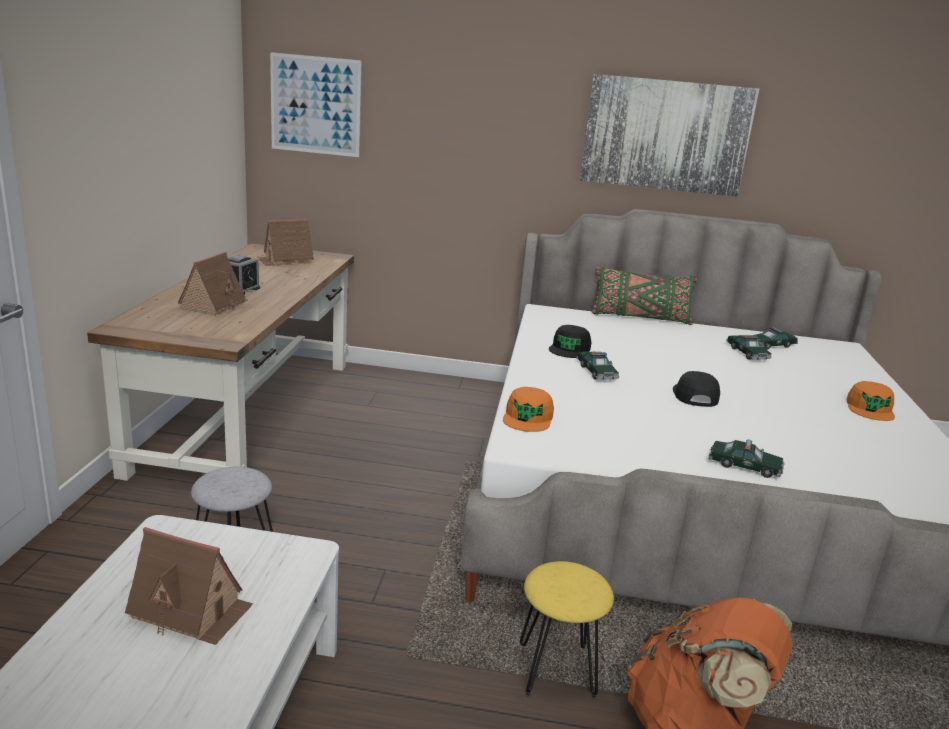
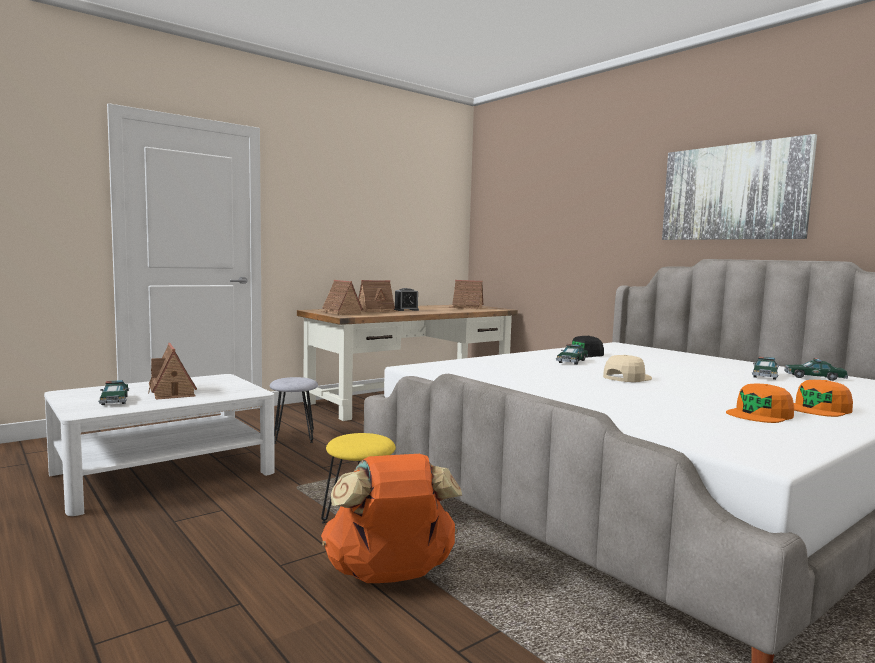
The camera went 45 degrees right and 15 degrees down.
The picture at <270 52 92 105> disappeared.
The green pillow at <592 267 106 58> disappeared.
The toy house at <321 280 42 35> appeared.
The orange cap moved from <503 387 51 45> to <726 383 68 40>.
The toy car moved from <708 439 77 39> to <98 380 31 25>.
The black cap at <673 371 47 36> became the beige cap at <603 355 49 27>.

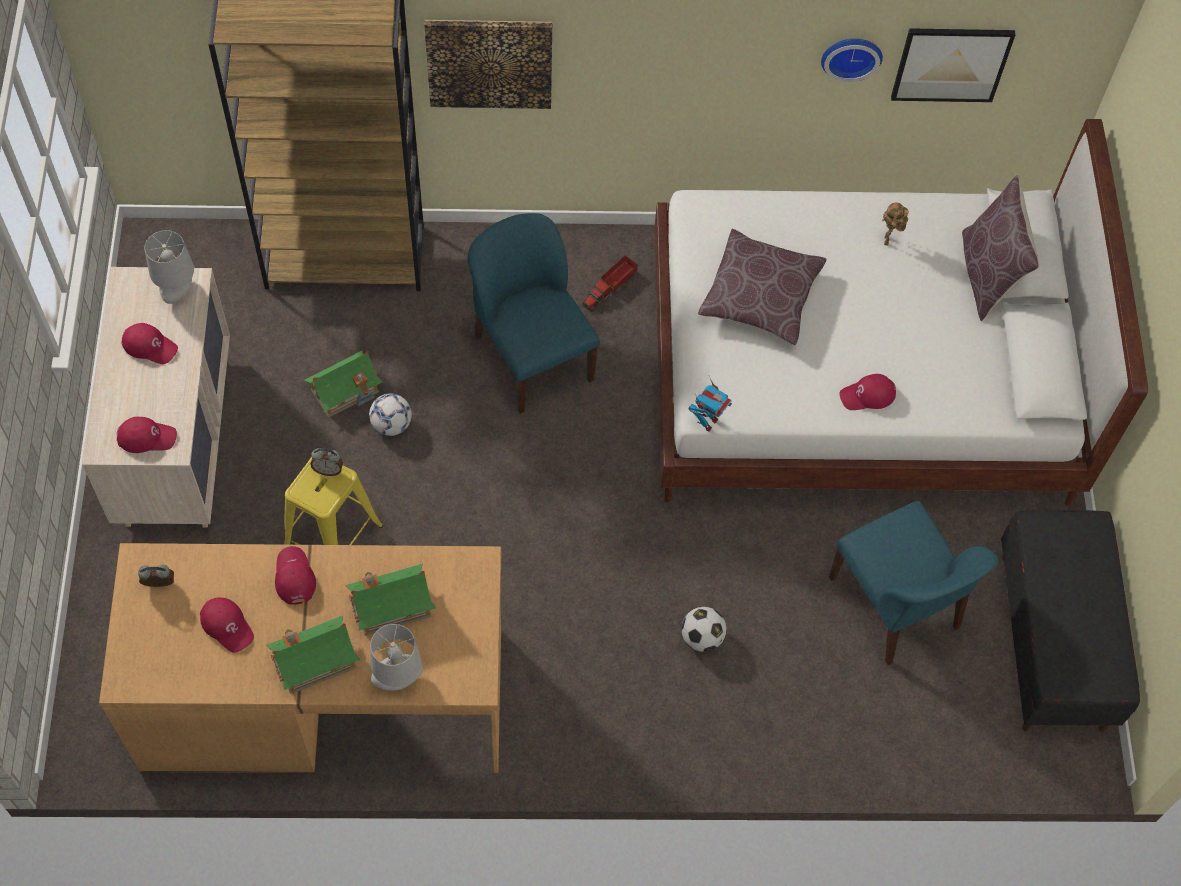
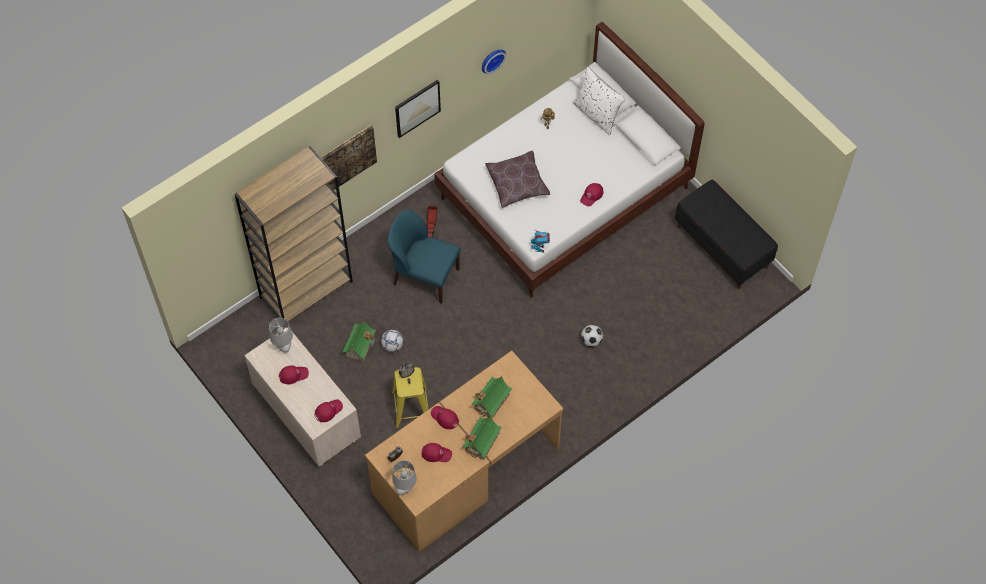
The camera went 35 degrees left and 0 degrees up.
The blue chair at <829 501 170 164> disappeared.
The grey table lamp moved from <370 624 53 67> to <392 460 25 35>.
The picture moved from <891 28 125 74> to <395 80 46 58>.
The brown pillow at <962 175 77 146> became the white pillow at <573 66 53 69>.

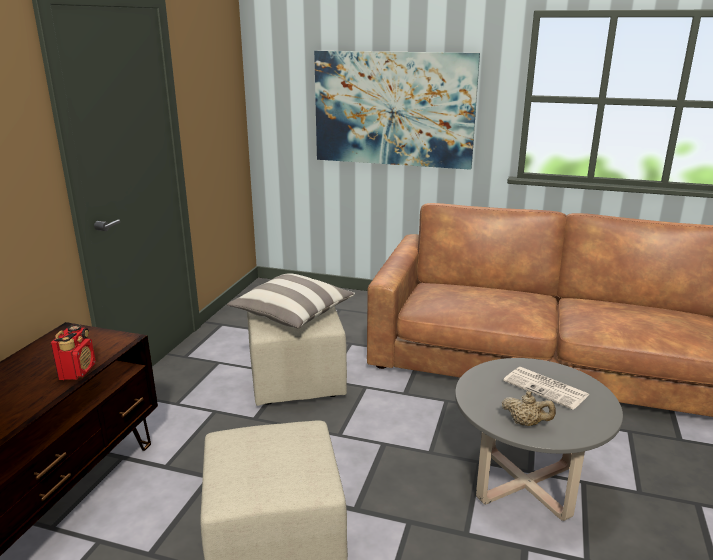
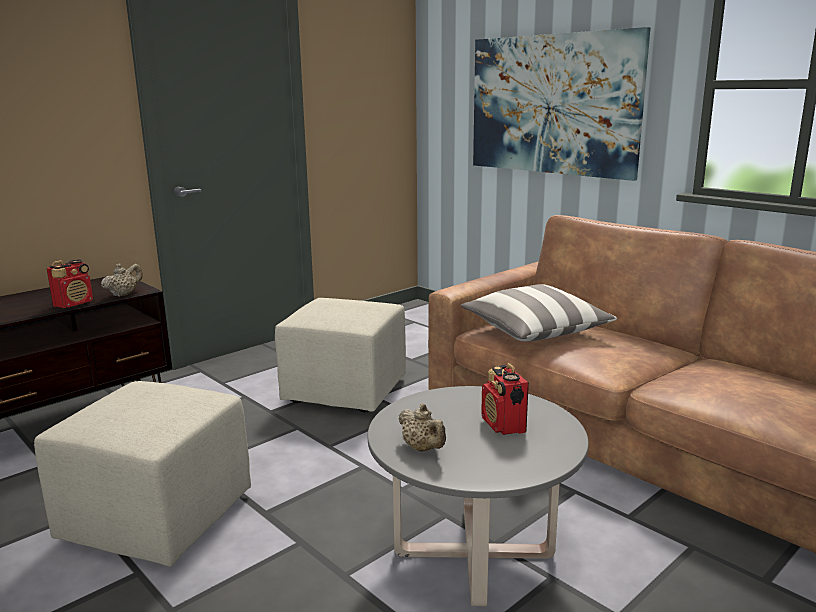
The camera went 30 degrees right and 5 degrees down.
The beige teapot at <101 263 42 34> appeared.
The pillow moved from <227 273 128 56> to <461 284 156 58>.
The newspaper at <503 367 86 43> was replaced by the radio at <481 363 48 72>.

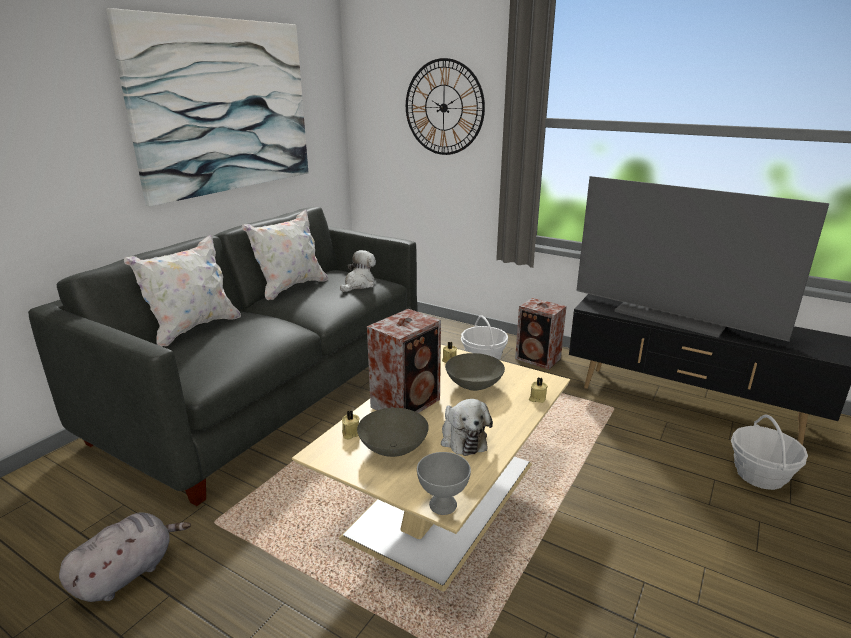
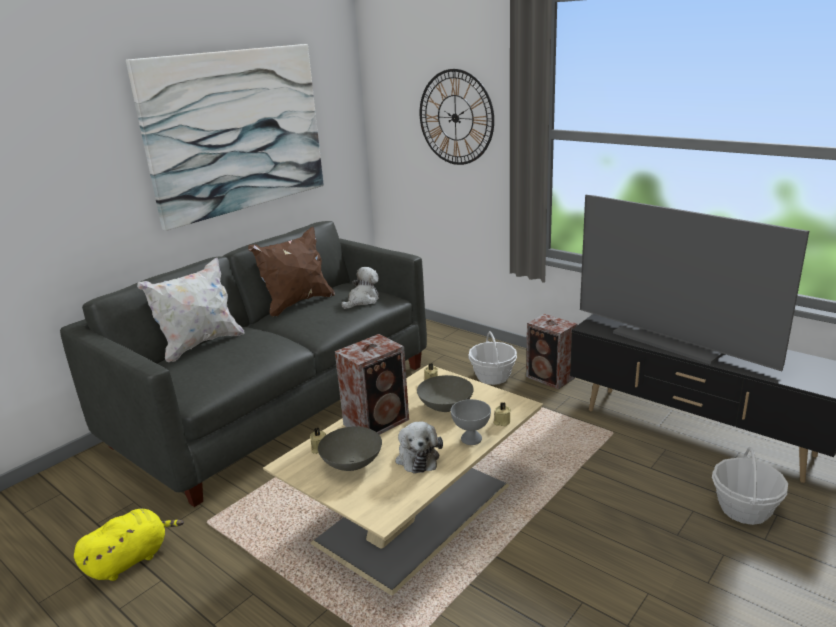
The camera went 10 degrees right and 0 degrees up.
The grey bowl moved from <417 452 54 63> to <451 399 40 46>.
The grey plush toy at <59 512 132 90> became the yellow plush toy at <74 508 110 73>.
The white pillow at <242 209 86 91> became the brown pillow at <248 227 87 90>.

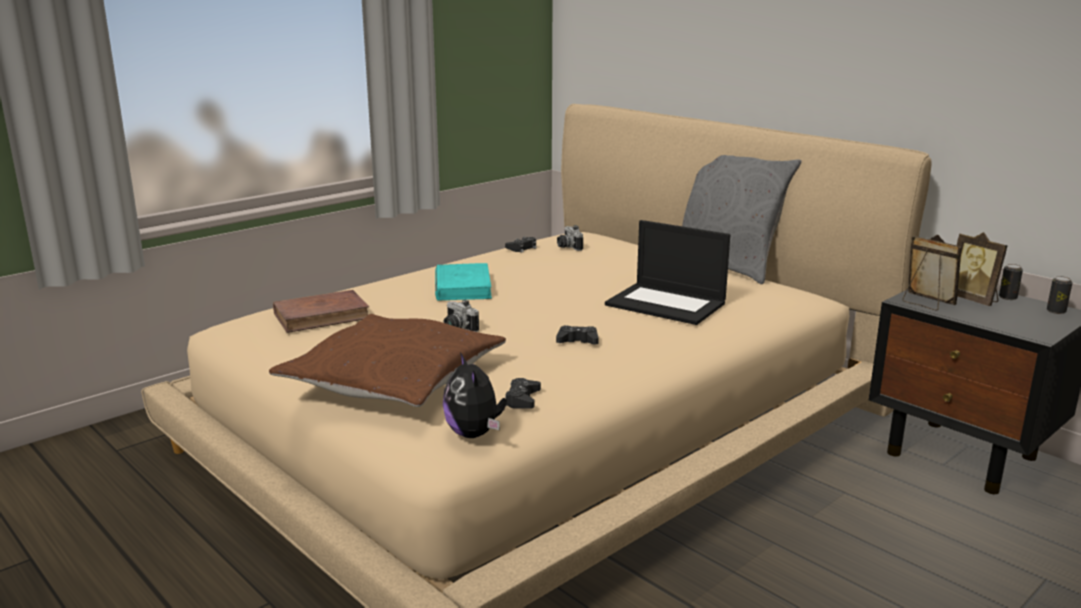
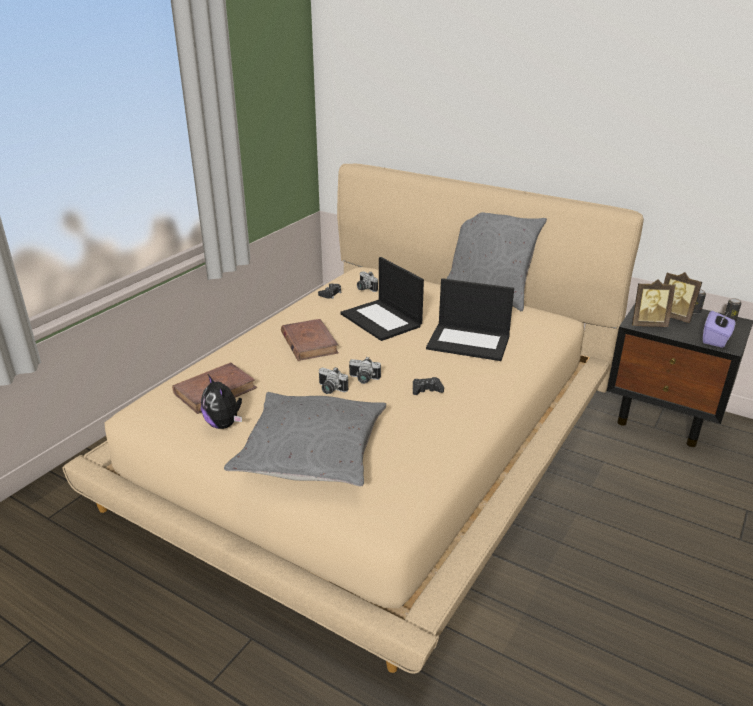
The camera went 15 degrees left and 10 degrees up.
The black game controller at <505 378 36 31> disappeared.
The laptop at <340 257 84 84> appeared.
The photo camera at <349 357 32 27> appeared.
The purple tissue box at <703 310 32 38> appeared.
The plush toy moved from <443 352 64 86> to <201 375 41 54>.
The brown pillow at <269 314 237 93> became the grey pillow at <224 392 162 95>.
The turquoise book at <435 263 57 38> became the brown book at <281 319 58 42>.
The picture frame at <902 235 60 75> turned 150 degrees clockwise.

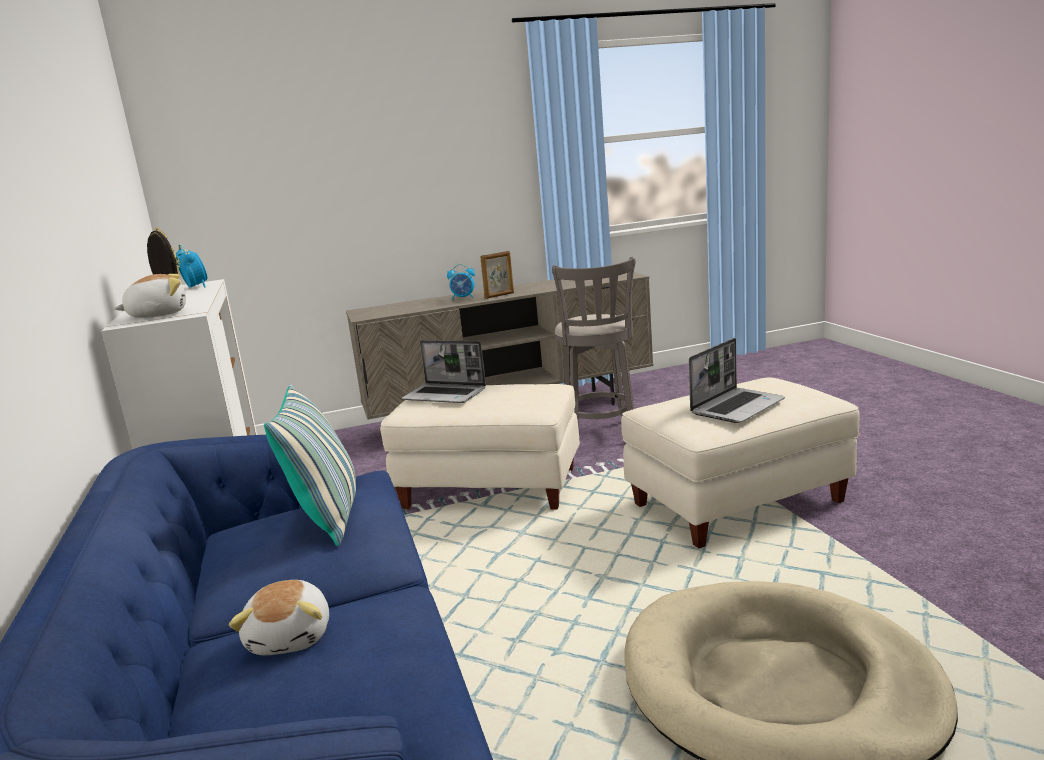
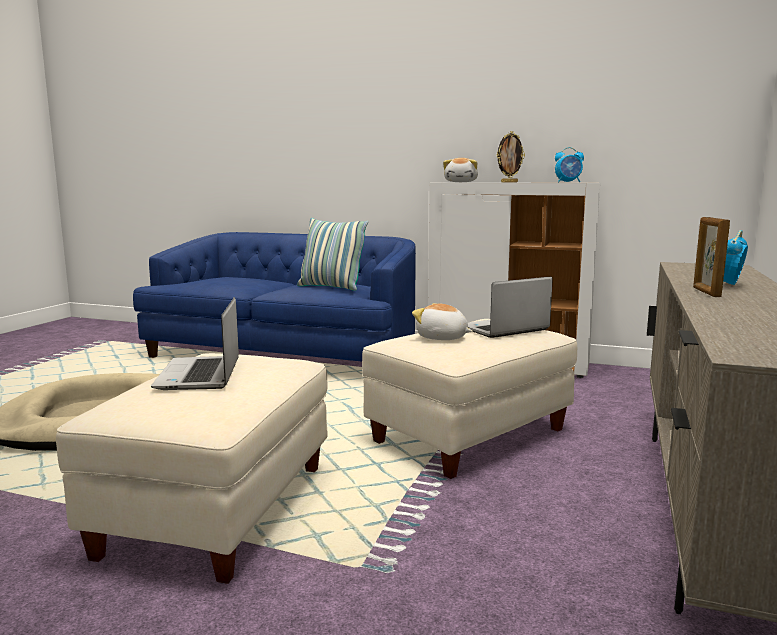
The camera went 125 degrees right and 5 degrees down.
The grey stool at <552 257 84 172> disappeared.
The plush toy moved from <229 580 100 75> to <412 303 60 37>.

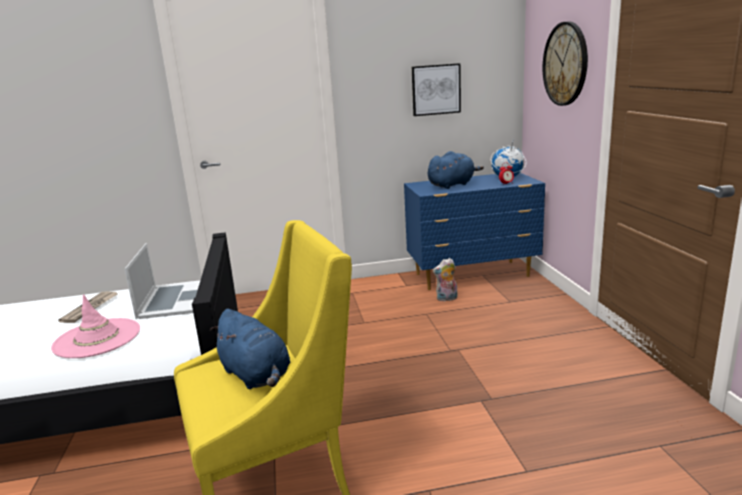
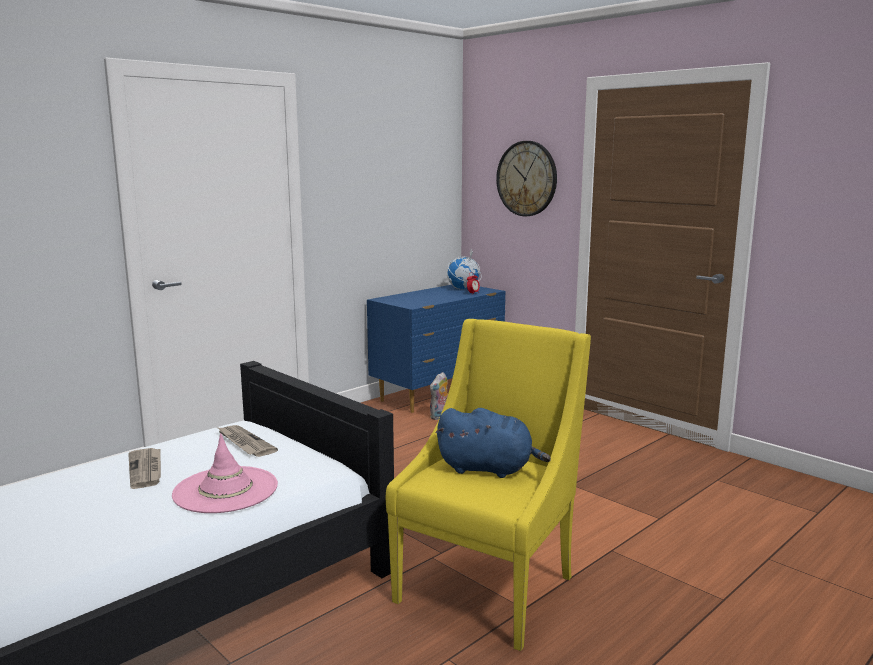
The camera went 35 degrees left and 5 degrees down.
The picture at <412 63 49 53> disappeared.
The blue plush toy at <428 151 56 38> disappeared.
The laptop at <124 243 76 76> was replaced by the newspaper at <217 425 61 32>.

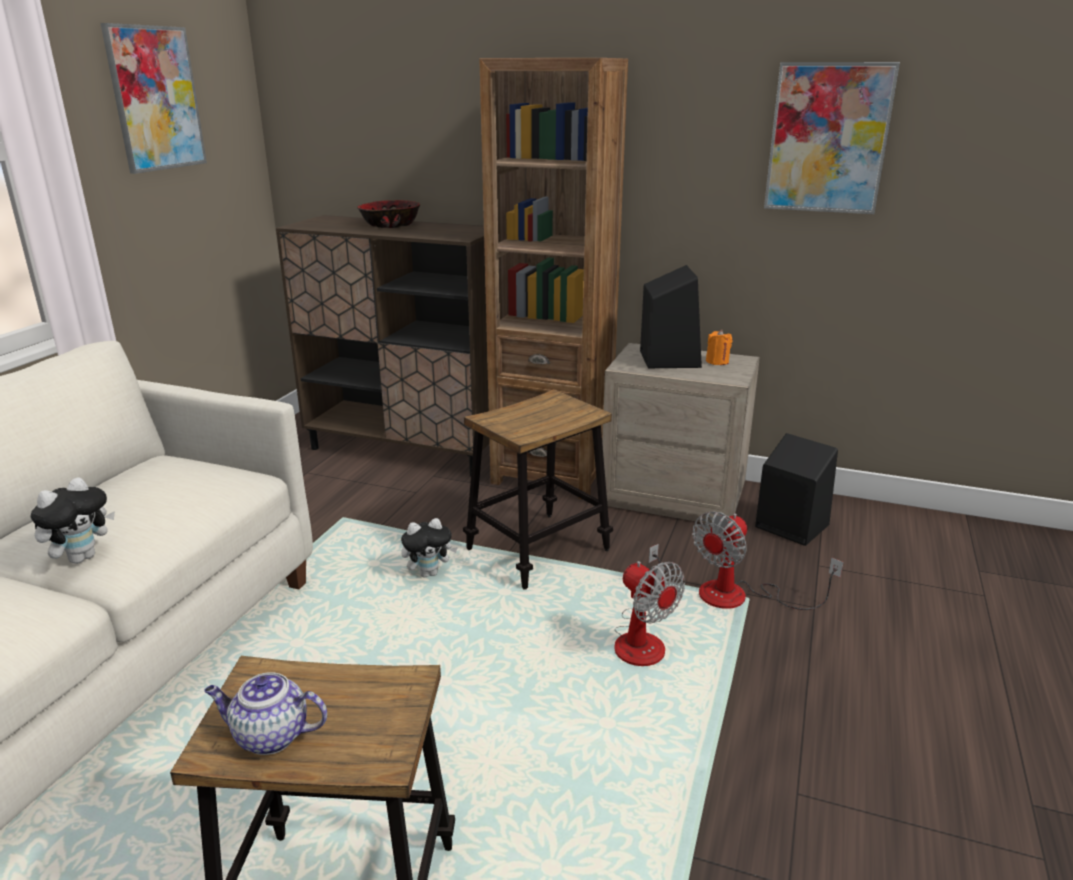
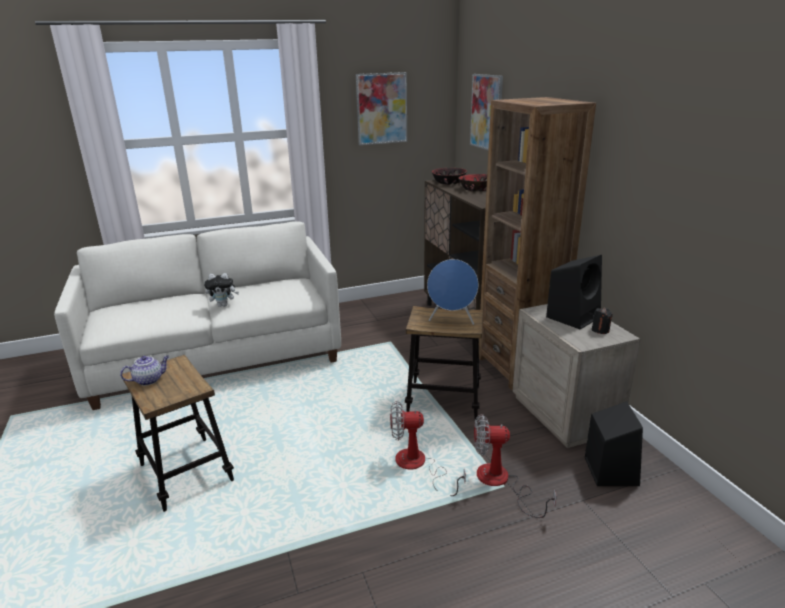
The camera went 50 degrees right and 0 degrees up.
The plush toy at <401 518 57 59> disappeared.
The blue speaker at <427 259 51 66> appeared.
The bowl at <431 168 36 17> appeared.
The picture moved from <764 62 136 152> to <470 74 33 77>.
The orange candle at <706 330 26 35> became the black candle at <592 308 21 26>.
The teapot at <204 672 123 83> turned 90 degrees clockwise.
The fan at <614 544 71 122> turned 75 degrees clockwise.

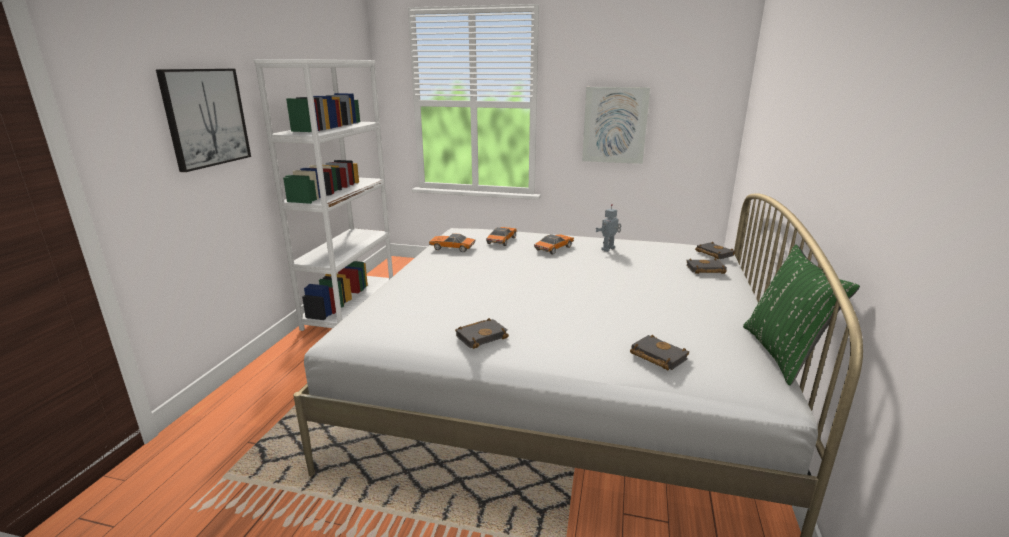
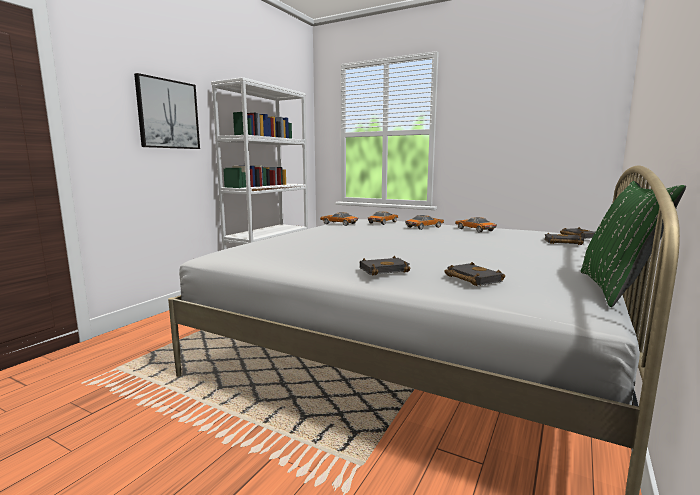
The camera went 15 degrees right and 10 degrees down.
The picture at <582 87 68 77> disappeared.
The black book moved from <455 318 54 31> to <360 256 50 19>.
The toy robot at <595 204 26 48> was replaced by the toy car at <455 217 42 16>.

